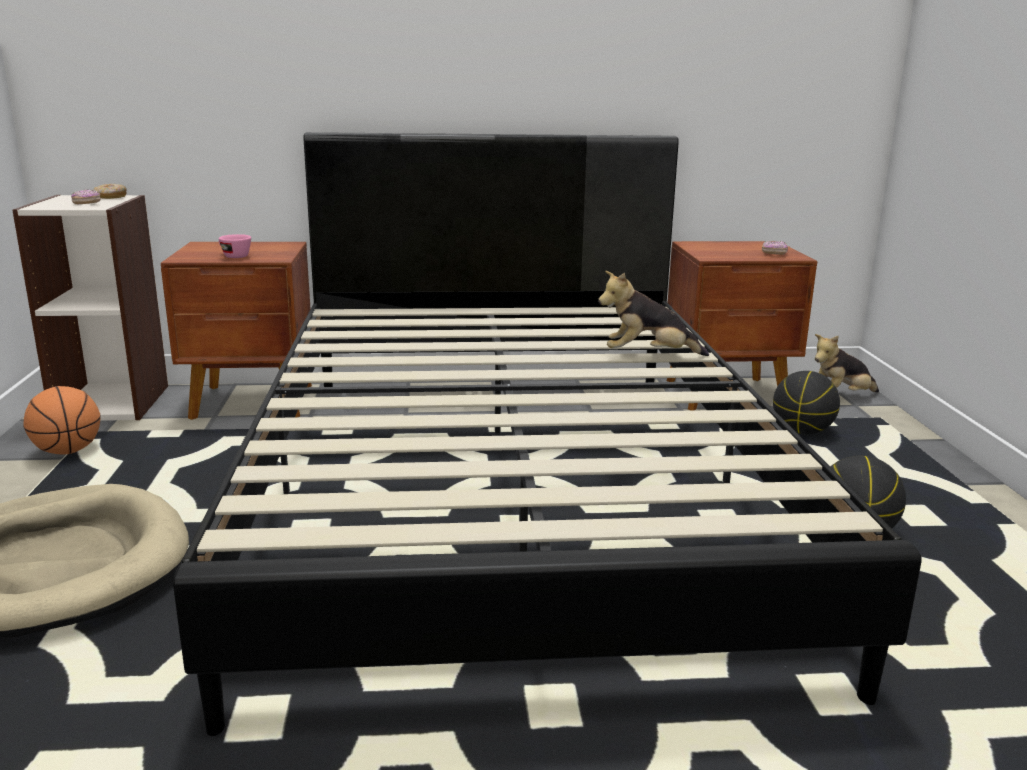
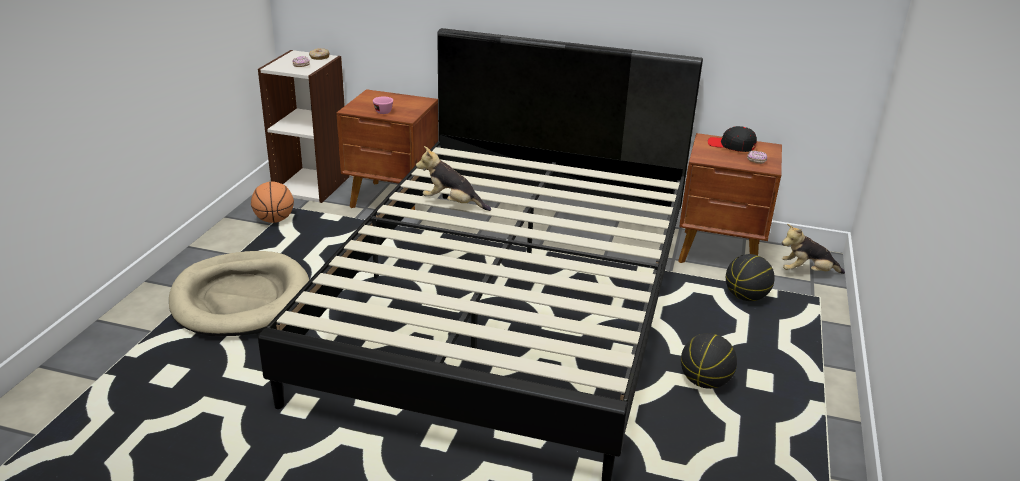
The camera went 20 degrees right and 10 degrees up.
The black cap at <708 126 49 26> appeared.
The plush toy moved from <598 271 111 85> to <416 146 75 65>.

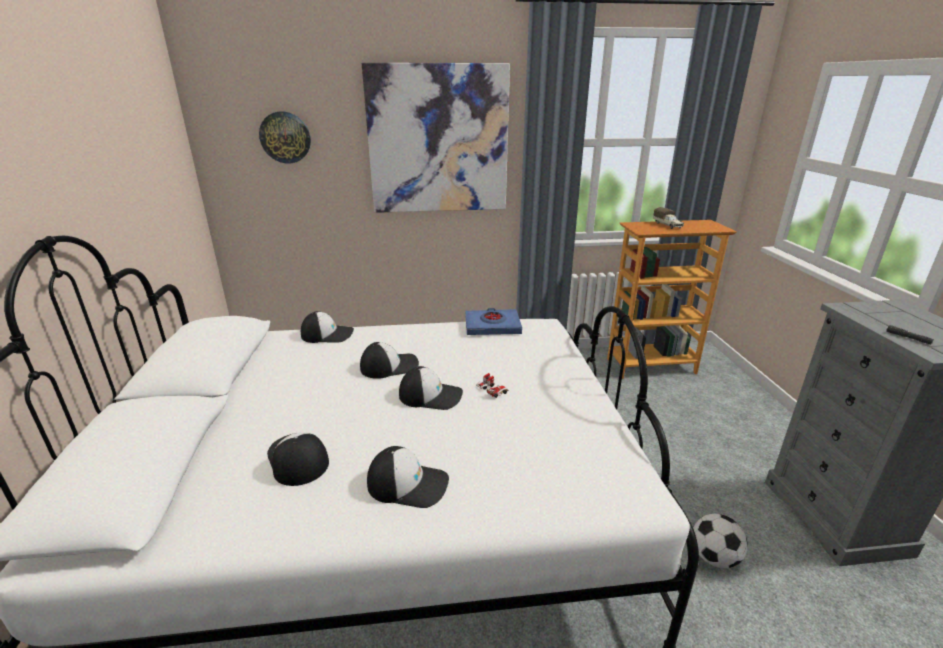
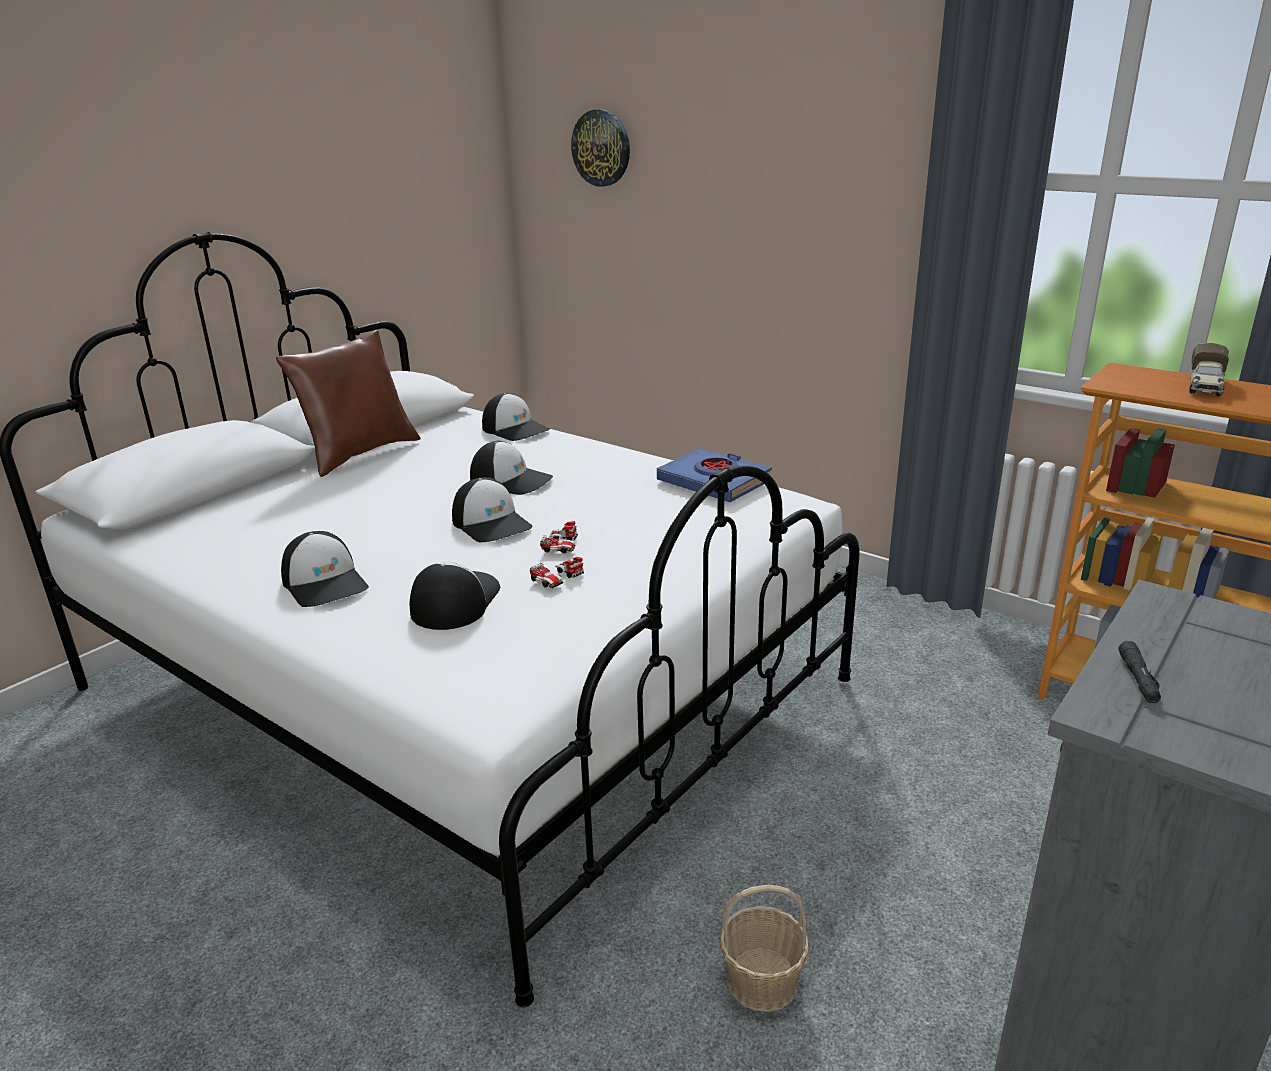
The camera went 45 degrees right and 0 degrees up.
The picture at <362 63 148 150> disappeared.
The brown pillow at <276 330 145 147> appeared.
The toy car at <530 557 54 31> appeared.
The cap moved from <267 432 62 54> to <410 562 90 68>.
The football at <693 514 55 54> was replaced by the basket at <719 885 90 127>.

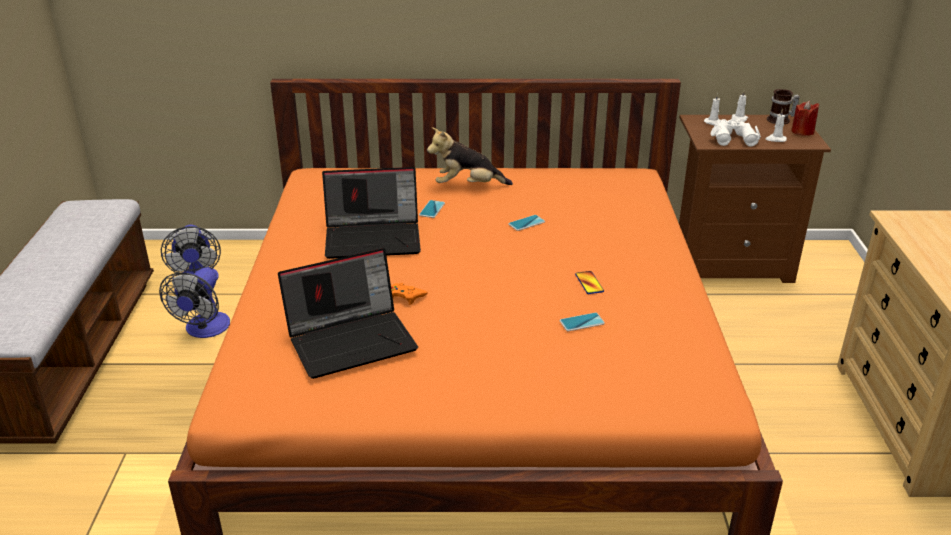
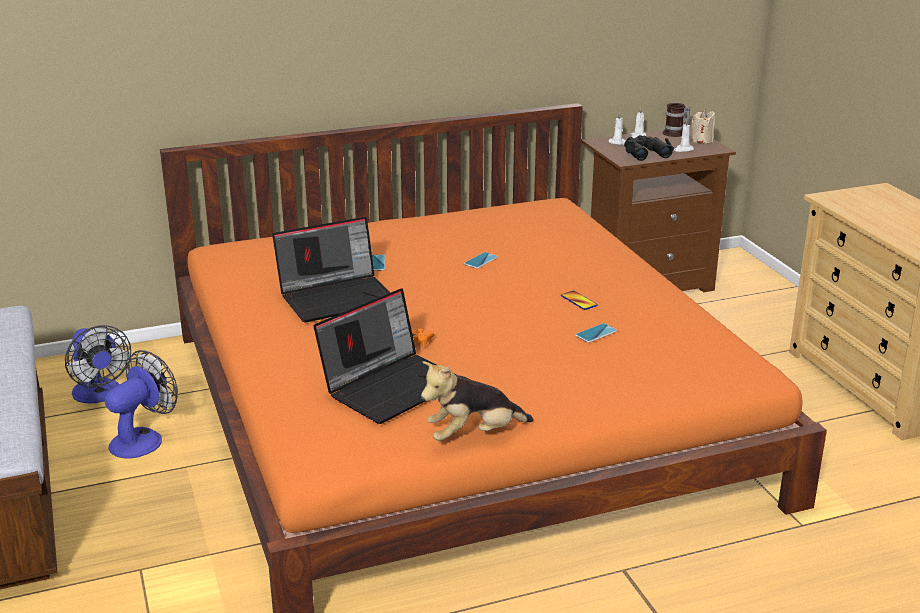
The camera went 20 degrees left and 5 degrees down.
The plush toy moved from <427 127 86 58> to <421 361 113 80>.
The white binoculars at <711 119 50 27> became the black binoculars at <624 135 50 26>.
The red candle at <791 101 28 35> became the beige candle at <691 109 24 34>.
The fan at <159 268 71 70> turned 135 degrees counterclockwise.

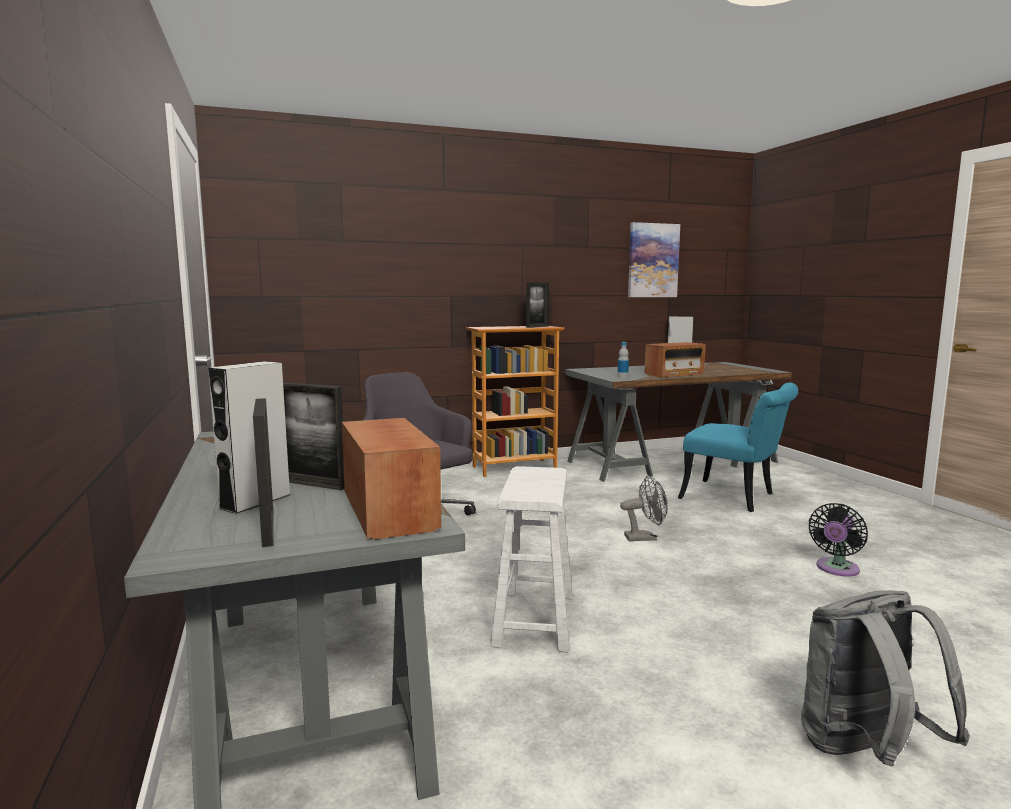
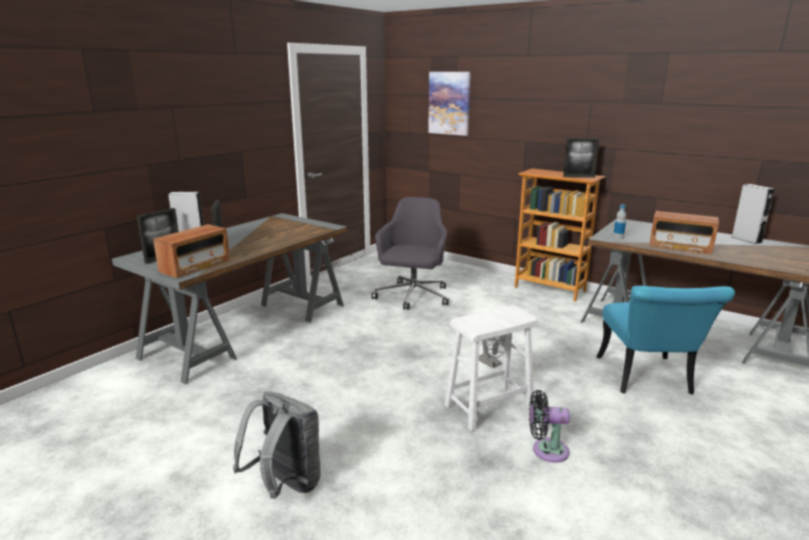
The camera went 55 degrees right and 10 degrees up.
The white stool moved from <490 466 83 187> to <444 305 95 126>.
The picture moved from <628 222 52 75> to <428 72 43 64>.

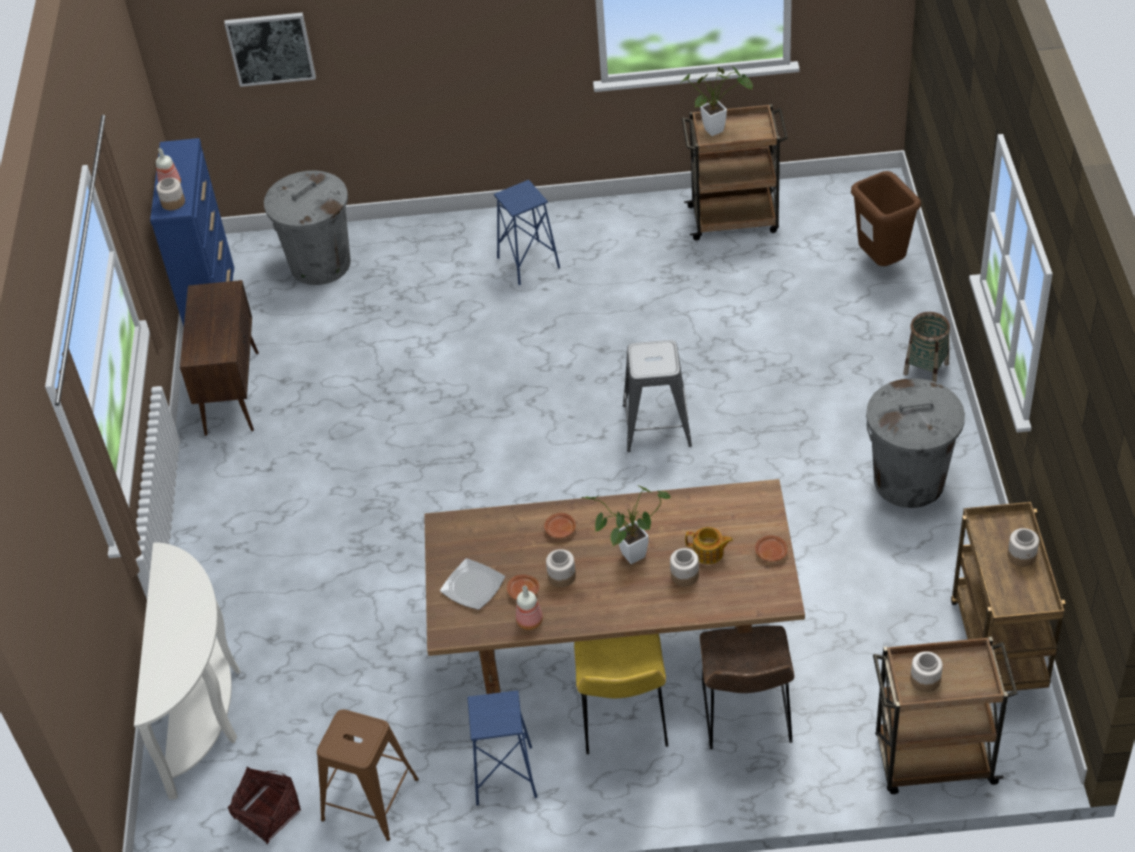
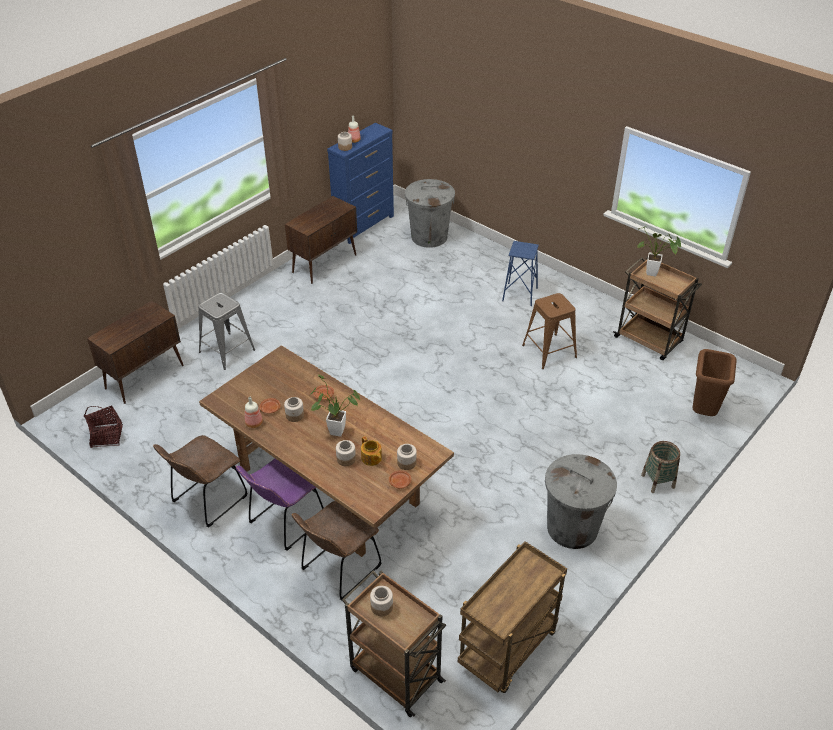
The camera went 40 degrees right and 5 degrees down.
The picture at <224 12 92 75> disappeared.
The plate at <440 558 65 52> disappeared.
The brown stool moved from <317 709 102 132> to <522 293 55 76>.
The grey stool moved from <623 340 69 112> to <198 292 57 78>.
The jar moved from <1007 528 32 39> to <397 444 20 26>.
The white console table at <134 543 107 257> was replaced by the brown cabinet at <87 300 97 104>.
The blue stool at <467 690 70 115> was replaced by the brown chair at <153 435 95 93>.
The yellow chair at <574 634 94 120> became the purple chair at <236 459 88 92>.

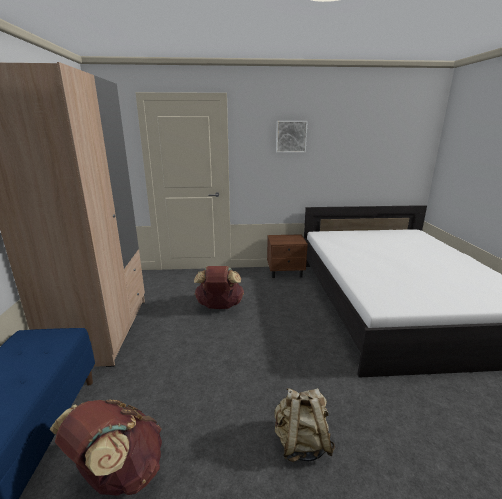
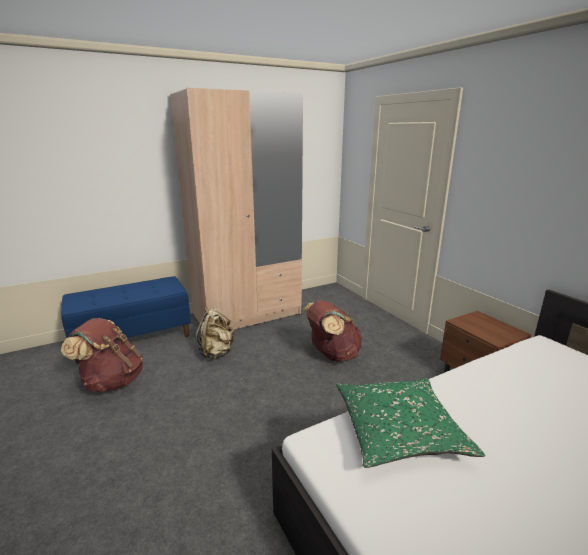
The camera went 65 degrees right and 0 degrees up.
The picture at <276 121 32 32> disappeared.
The green pillow at <336 378 149 90> appeared.
The beige backpack moved from <274 388 61 74> to <196 306 39 54>.

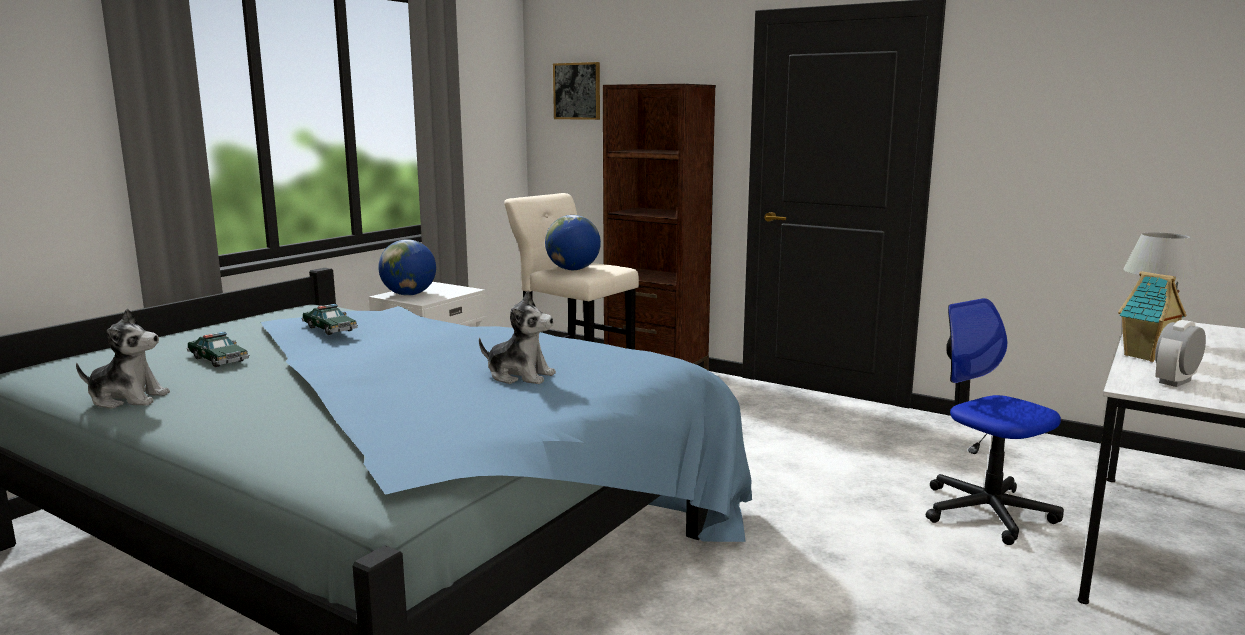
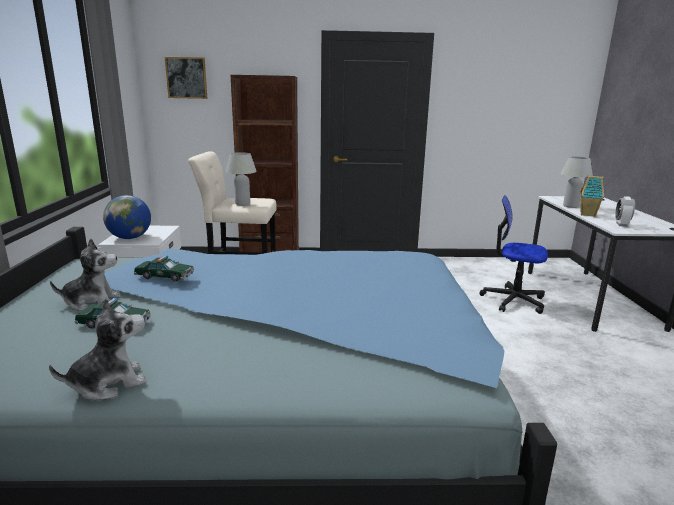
The camera went 35 degrees left and 5 degrees up.
The plush toy moved from <479 291 77 93> to <50 238 70 73>.
The globe at <545 215 56 55> was replaced by the white table lamp at <226 152 31 54>.

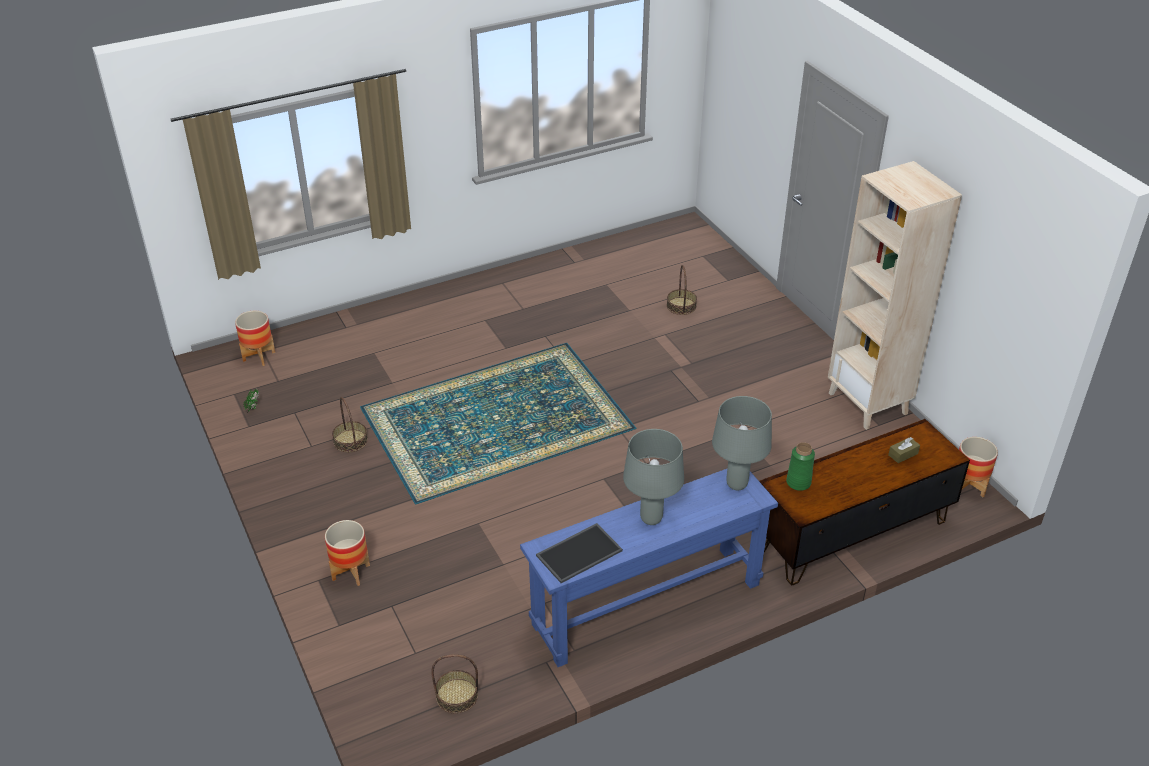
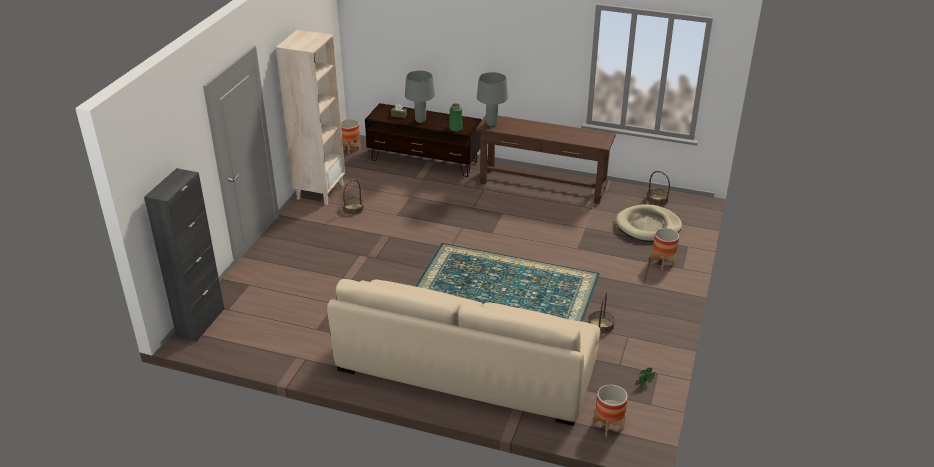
The camera went 135 degrees left and 5 degrees down.
The tray at <536 523 87 60> disappeared.
The black cabinet at <144 168 80 173> appeared.
The beige sofa at <327 279 274 147> appeared.
The beige dog bed at <616 204 66 38> appeared.
The grey table lamp moved from <623 429 61 96> to <405 70 30 53>.
The basket moved from <667 265 30 50> to <342 179 22 36>.
The blue console table at <520 469 258 198> became the brown console table at <476 115 140 89>.

